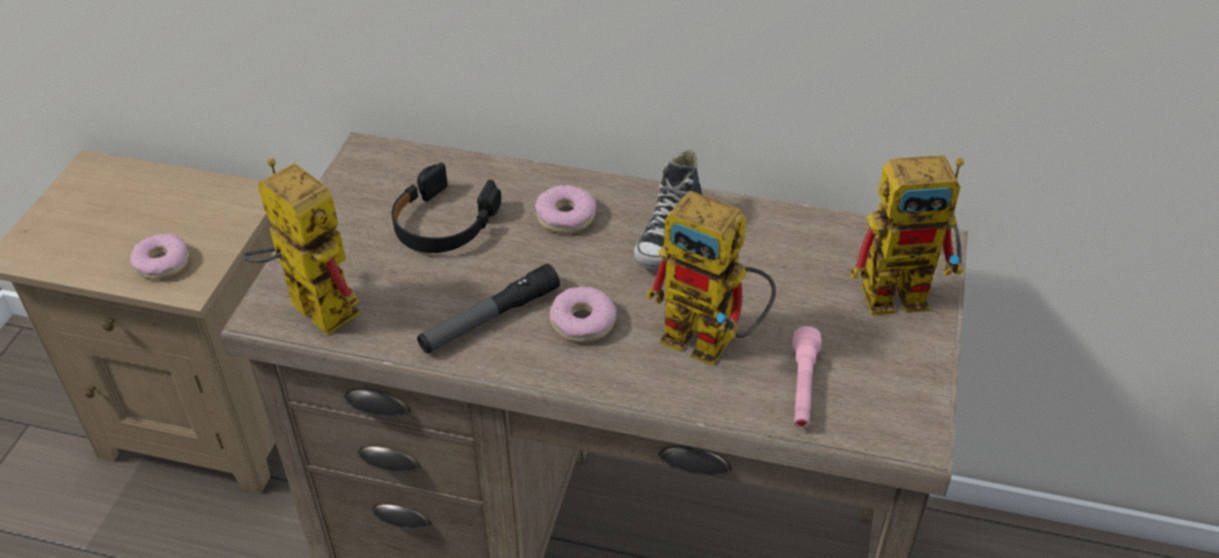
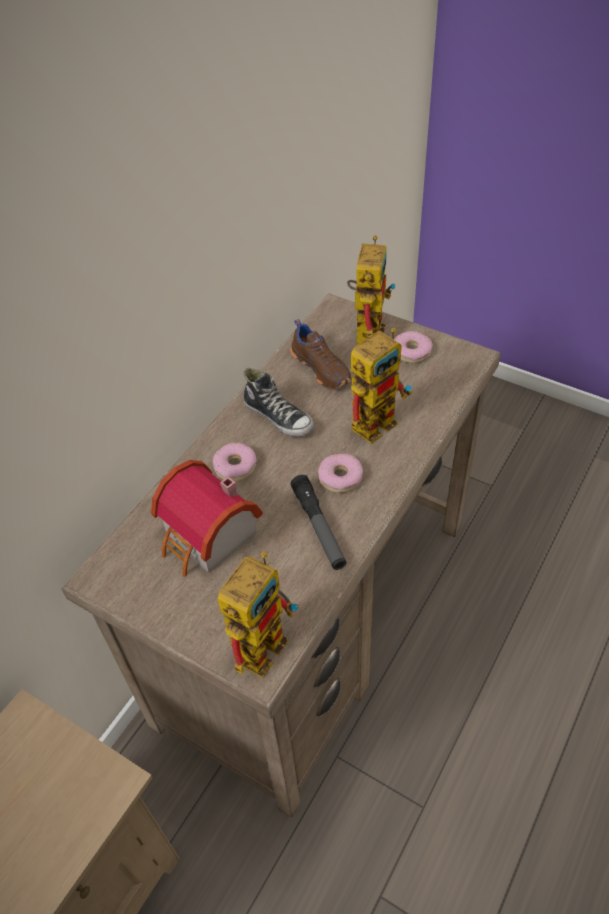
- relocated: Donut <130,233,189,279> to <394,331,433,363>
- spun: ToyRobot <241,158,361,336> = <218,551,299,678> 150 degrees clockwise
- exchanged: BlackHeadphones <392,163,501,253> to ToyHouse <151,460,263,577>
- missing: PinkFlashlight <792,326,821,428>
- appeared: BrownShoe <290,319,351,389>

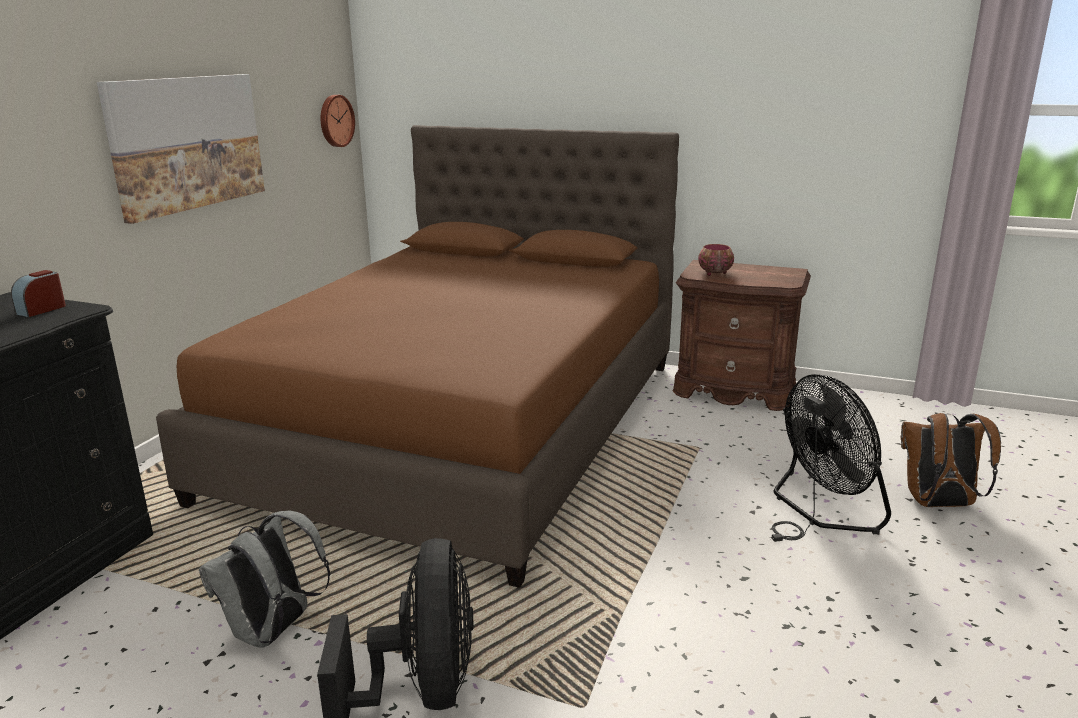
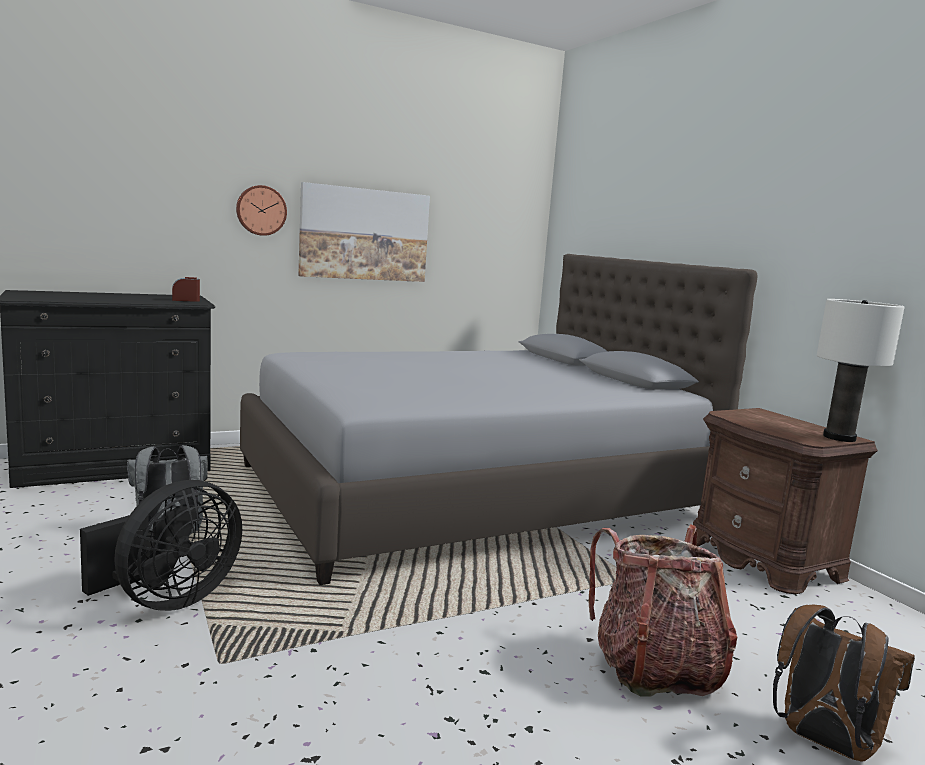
- colour: BrownBed <156,125,679,588> to GreyBed <240,254,757,585>
- relocated: WallClock <321,95,355,147> to <236,185,287,236>
- missing: Bowl <698,244,734,276>
- exchanged: BlackFan <771,374,891,542> to Backpack <589,524,737,697>
- appeared: WhiteTableLamp <817,299,905,442>

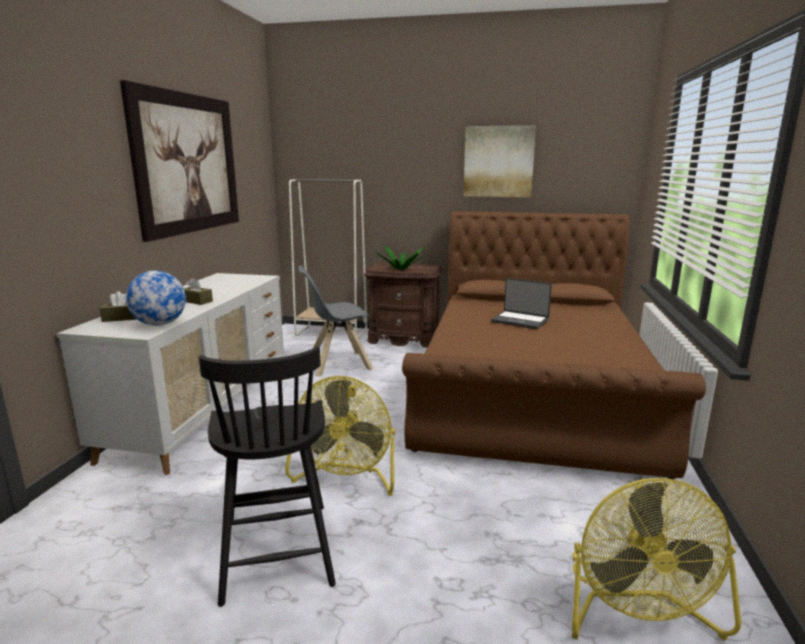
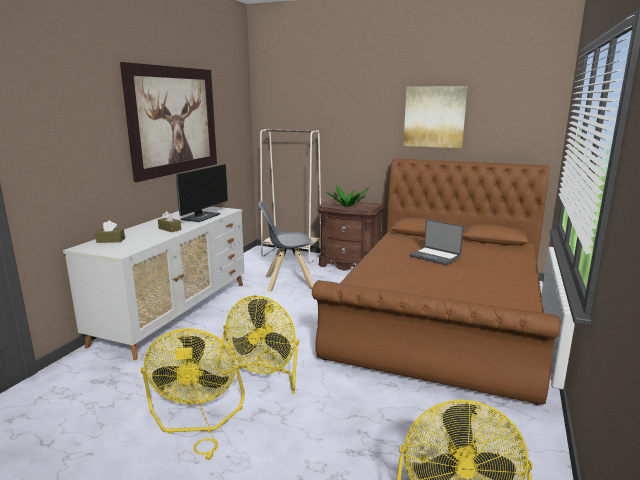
- missing: Globe <126,271,186,326>
- exchanged: BlackChair <199,345,336,607> to YellowFan <140,328,245,460>
- appeared: Monitor <176,164,228,222>

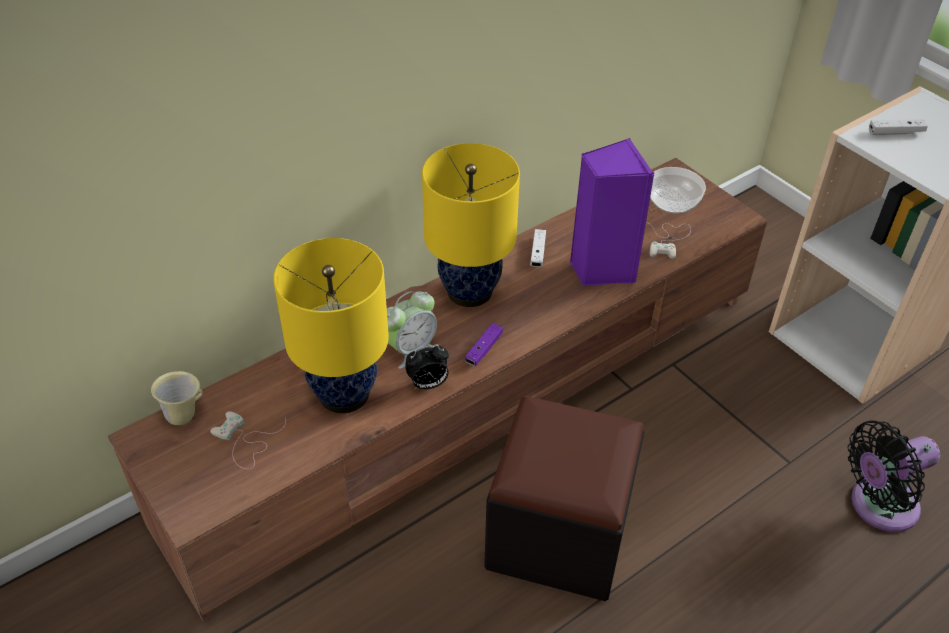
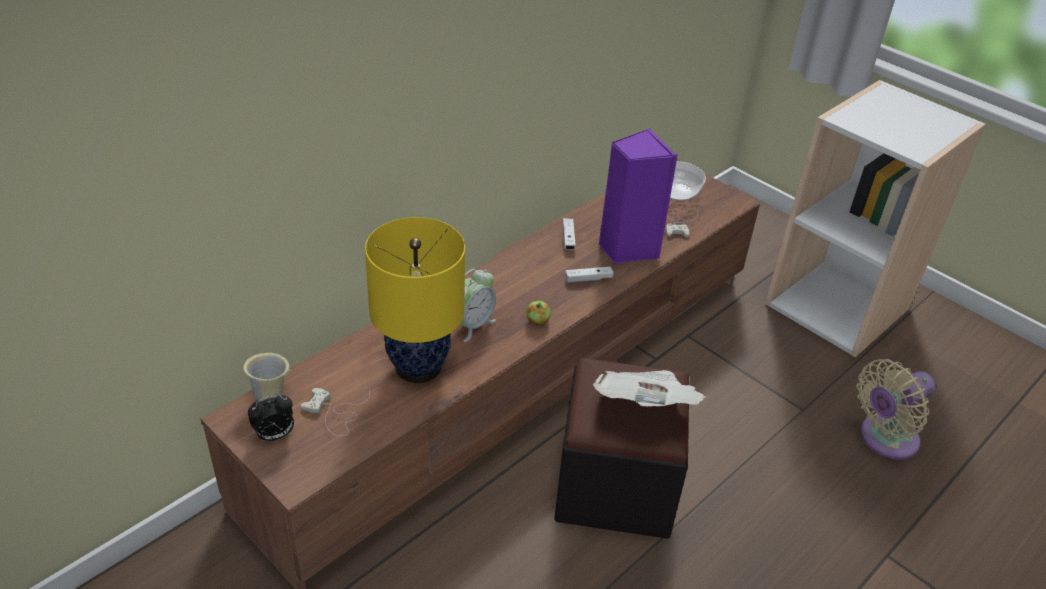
- relocated: AlarmClock <405,345,449,389> to <248,394,294,442>
- missing: YellowTableLamp <422,143,520,307>
- exchanged: PurpleGameController <465,323,503,366> to Apple <526,300,551,325>
- colour: BlackFan <847,420,940,532> to BeigeFan <856,359,935,460>
- relocated: WhiteGameController <869,119,928,135> to <565,267,613,283>
- appeared: Newspaper <593,370,706,406>

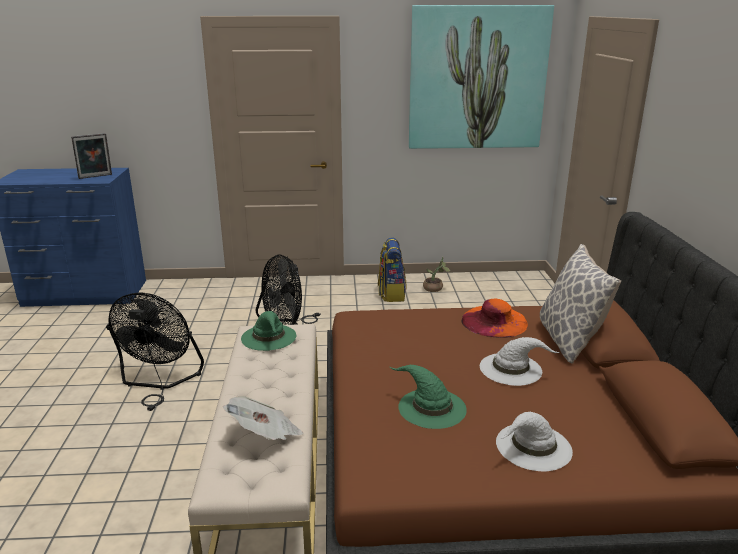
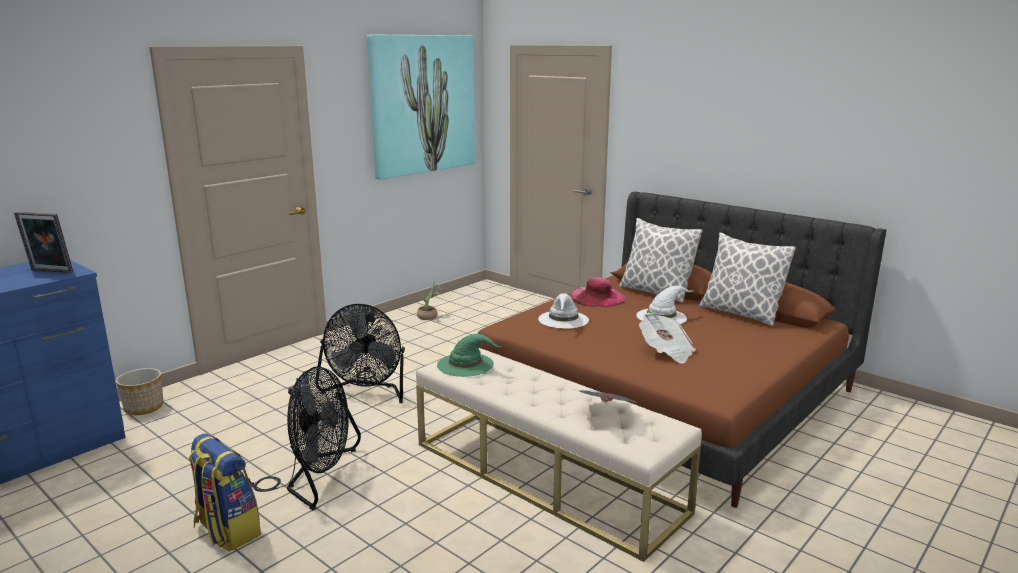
- spun: PictureFrame <71,133,112,179> = <14,212,73,273> 90 degrees clockwise
- spun: BlackFan <106,293,204,411> = <250,366,361,511> 135 degrees clockwise
- relocated: Backpack <378,238,407,302> to <188,434,261,551>
- exchanged: GreenHat <390,365,467,429> to Newspaper <639,313,696,363>
- colour: OrangeHat <461,299,528,338> to PinkHat <570,277,626,307>
- relocated: WhiteHat <496,412,573,471> to <538,293,589,329>
- appeared: Planter <116,368,163,415>
- appeared: Pillow <699,233,796,326>

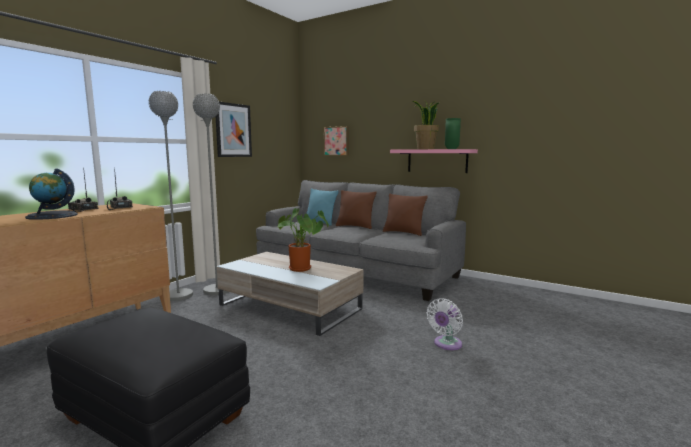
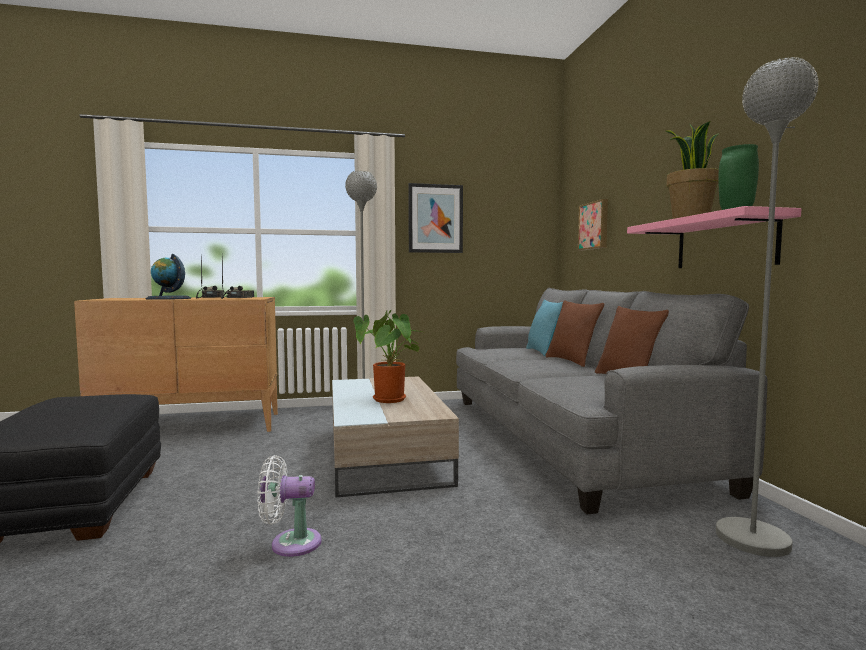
- relocated: GreyFloorLamp <149,91,193,301> to <716,57,818,557>
- relocated: WhiteFan <426,298,463,350> to <257,455,322,557>

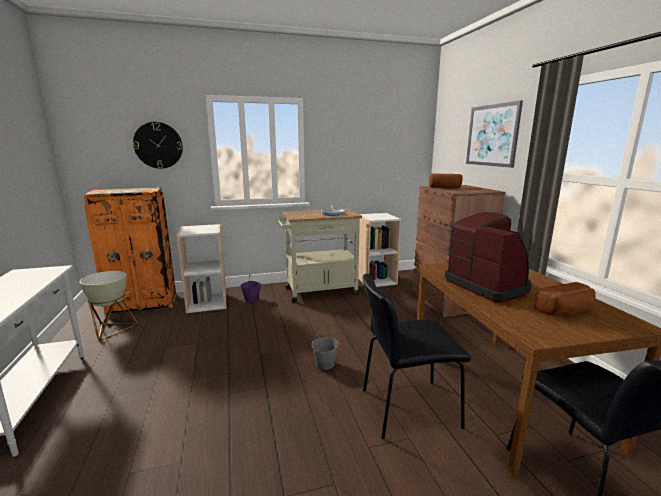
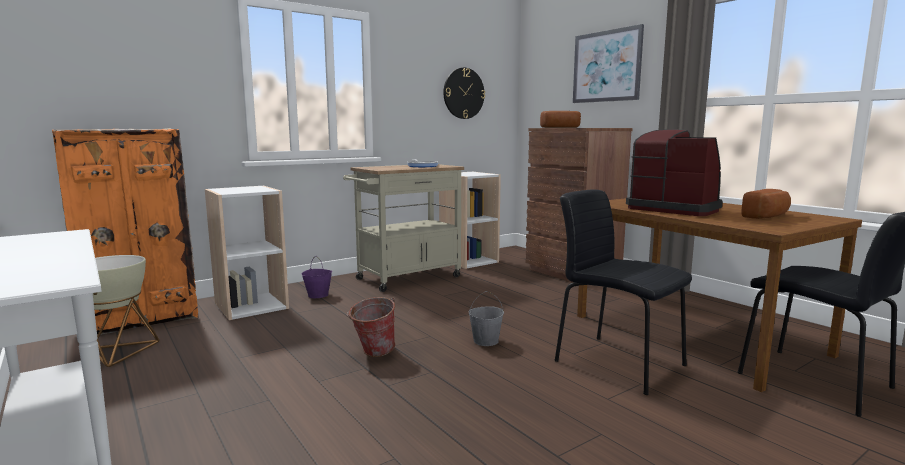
- relocated: WallClock <133,122,183,169> to <443,68,485,119>
- spun: BlackChair <362,274,471,439> = <555,189,692,395> 75 degrees clockwise
- appeared: Bucket <347,297,395,357>

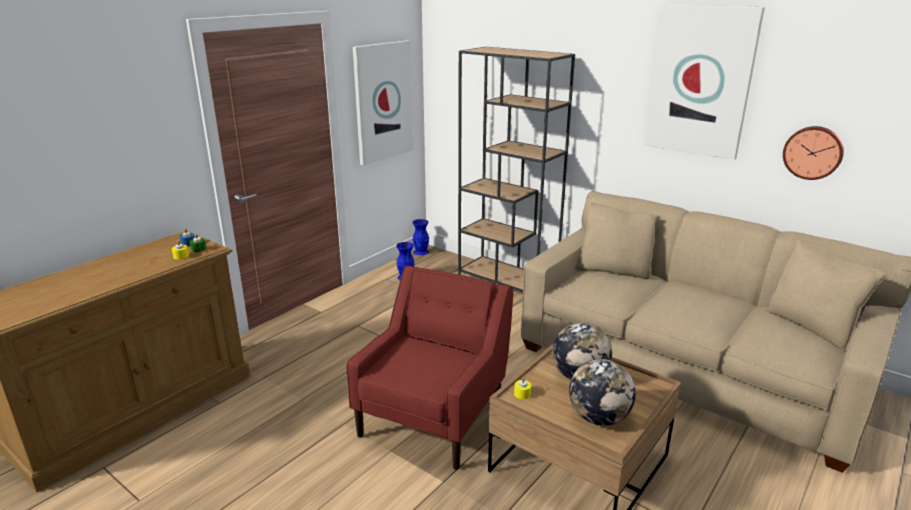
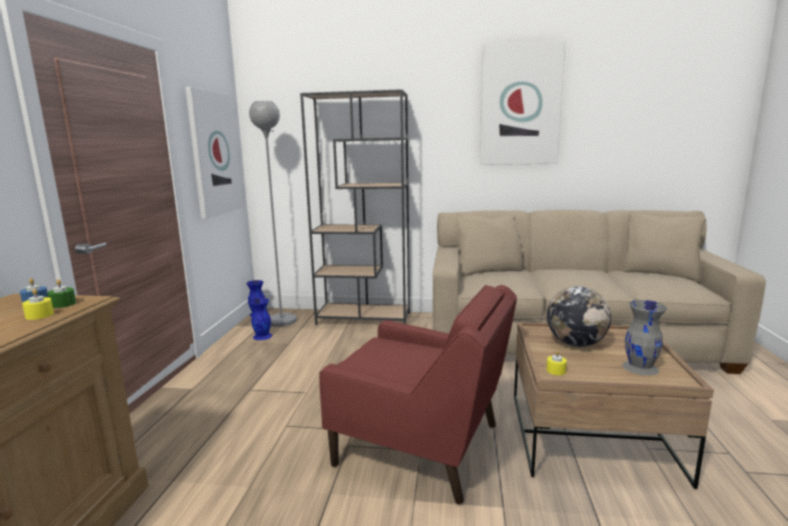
- spun: RedArmchair <347,265,513,470> = <319,285,517,504> 120 degrees clockwise
- exchanged: Globe <569,359,636,426> to GreyVase <622,300,667,376>
- missing: WallClock <783,126,844,180>
- appeared: GreyFloorLamp <249,101,297,327>

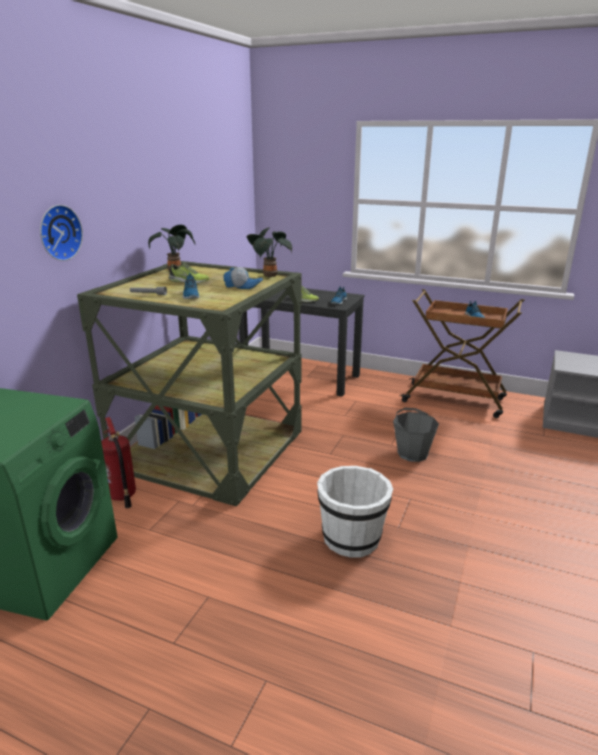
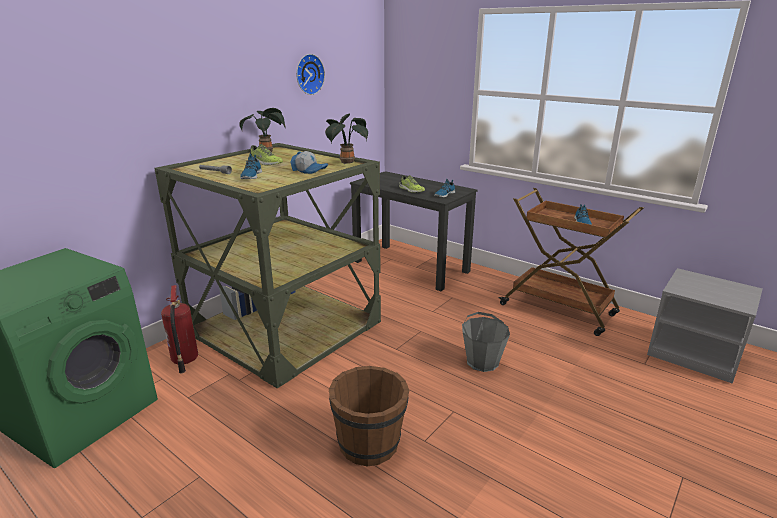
- relocated: WallClock <40,205,83,261> to <296,54,325,95>
- colour: WhiteBucket <317,466,393,557> to BrownBucket <329,366,409,467>

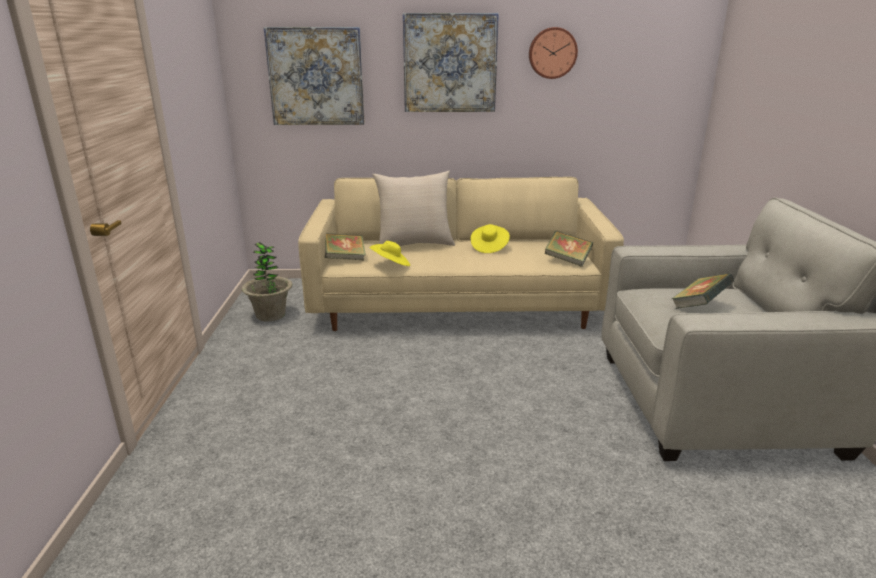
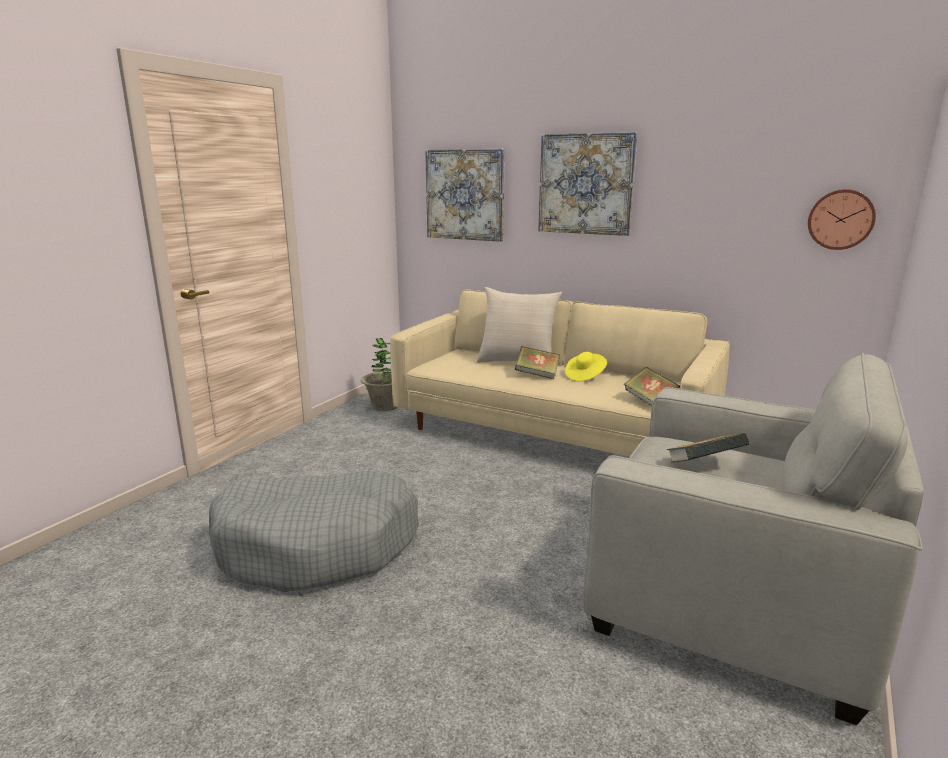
- relocated: Book <325,233,366,260> to <515,346,560,379>
- missing: YellowHat <369,241,410,266>
- relocated: WallClock <529,27,578,79> to <808,189,876,250>
- appeared: GreyDogBed <209,471,419,592>

